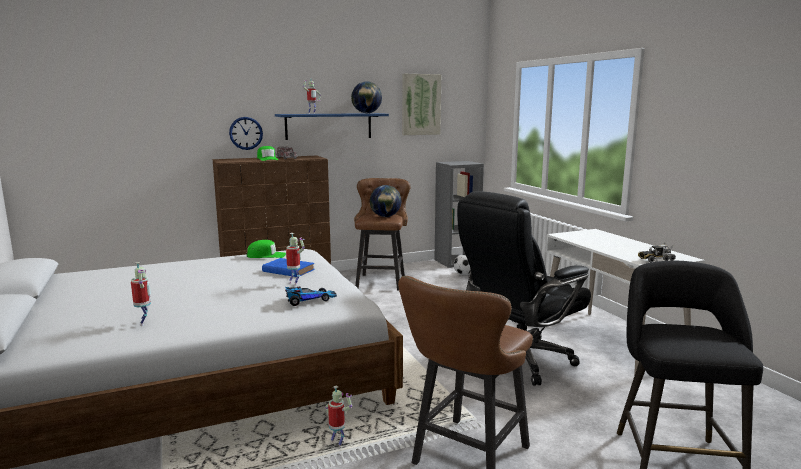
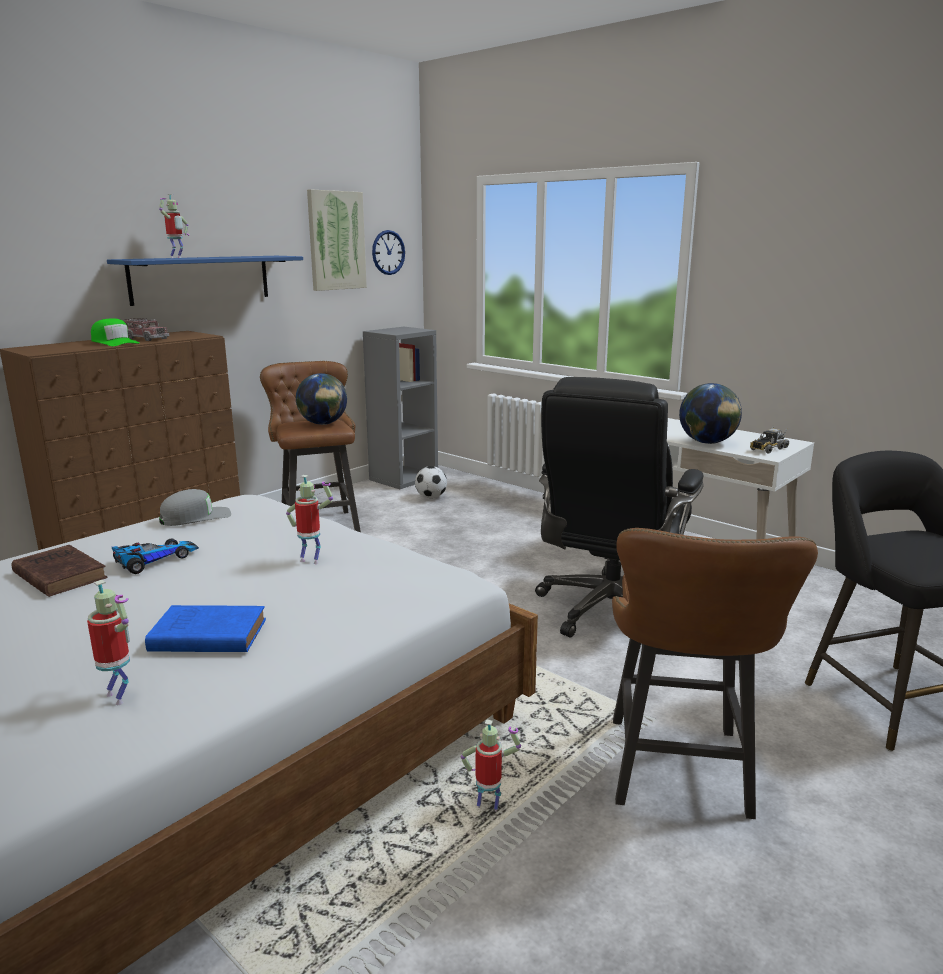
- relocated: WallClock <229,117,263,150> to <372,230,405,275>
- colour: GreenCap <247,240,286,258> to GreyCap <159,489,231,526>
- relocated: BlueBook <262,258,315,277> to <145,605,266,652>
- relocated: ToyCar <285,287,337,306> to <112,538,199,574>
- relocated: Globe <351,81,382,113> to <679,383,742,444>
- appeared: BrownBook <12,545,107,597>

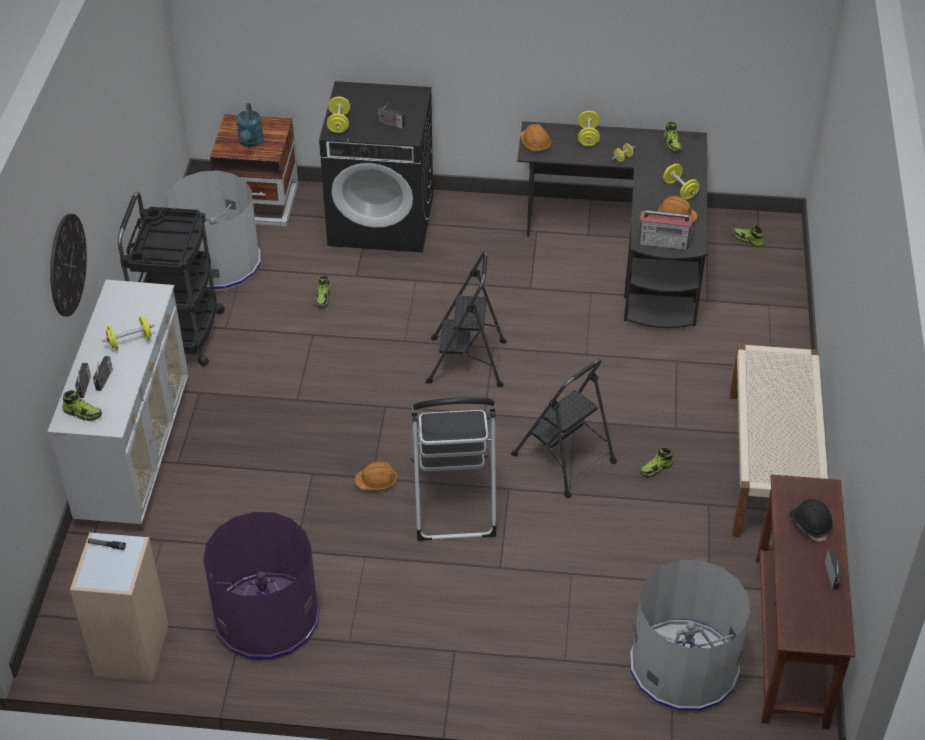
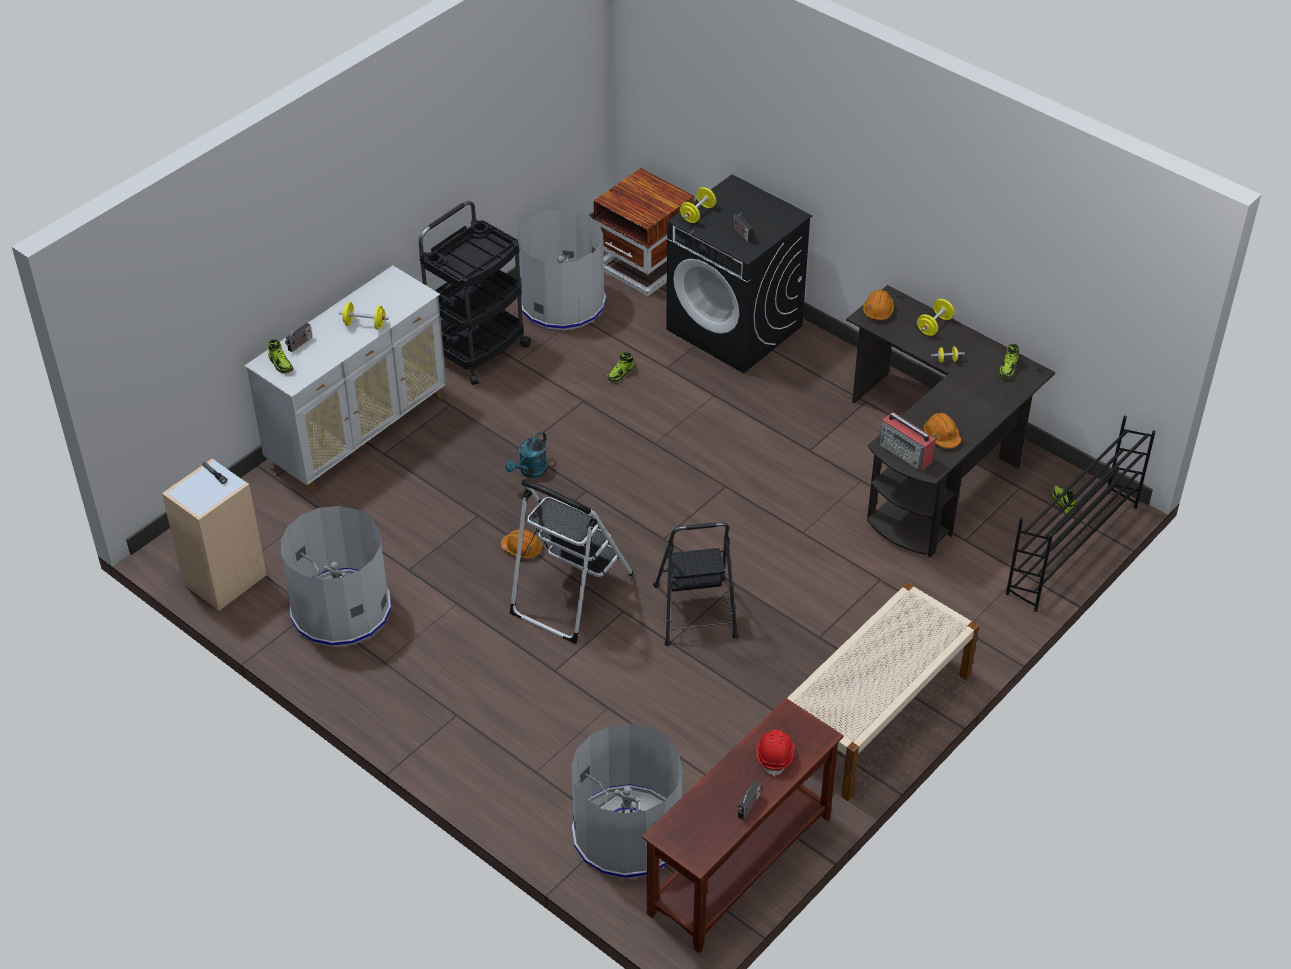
- missing: WallClock <50,214,87,317>
- missing: Radio <93,356,113,391>
- colour: PurpleTrashCan <203,512,320,660> to GreyTrashCan <281,506,391,647>
- relocated: TurquoiseWateringCan <236,103,264,147> to <505,431,548,478>
- missing: BlackStepLadder <426,251,507,387>
- missing: Shoe <639,448,674,478>
- missing: YellowDumbbell <663,164,700,199>
- colour: BlackHardHat <789,499,833,541> to RedHardHat <756,730,794,777>
- appeared: BlackShoeRack <1006,416,1156,612>

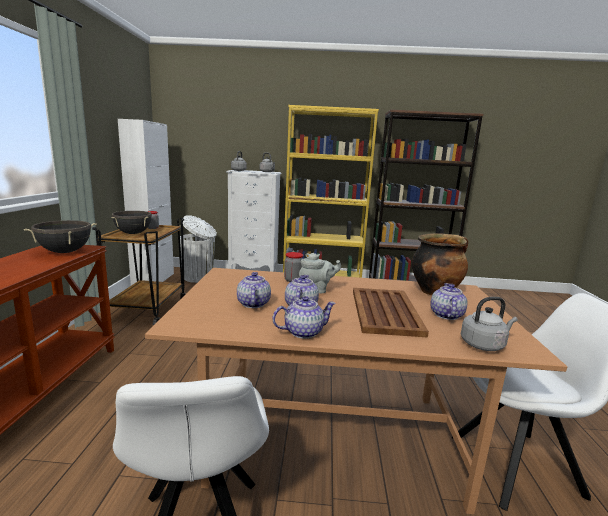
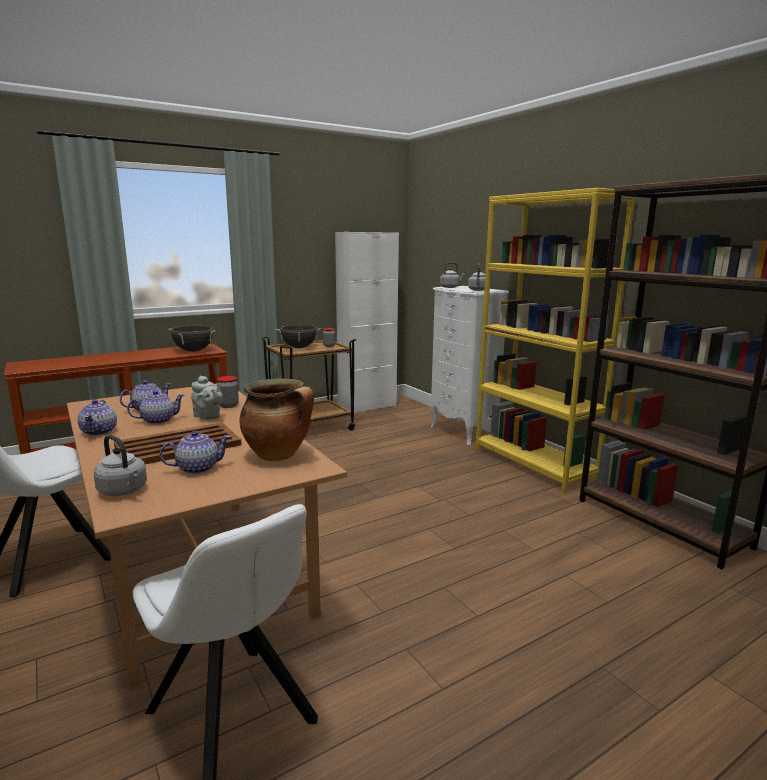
- missing: WhiteTrashCan <180,215,217,283>
- spun: Teapot <272,296,336,339> = <77,399,117,436> 45 degrees clockwise

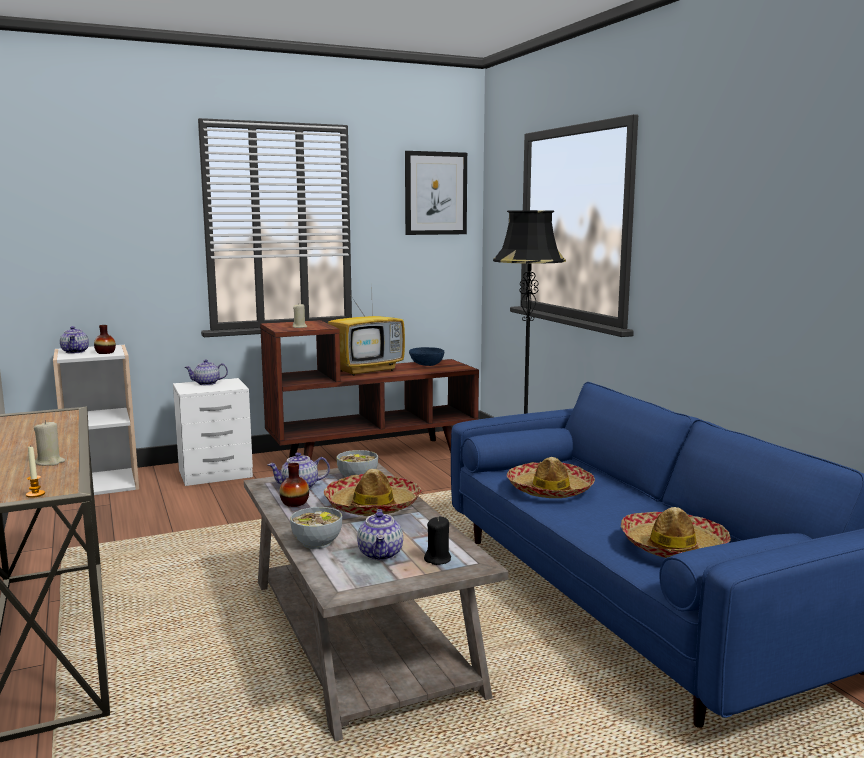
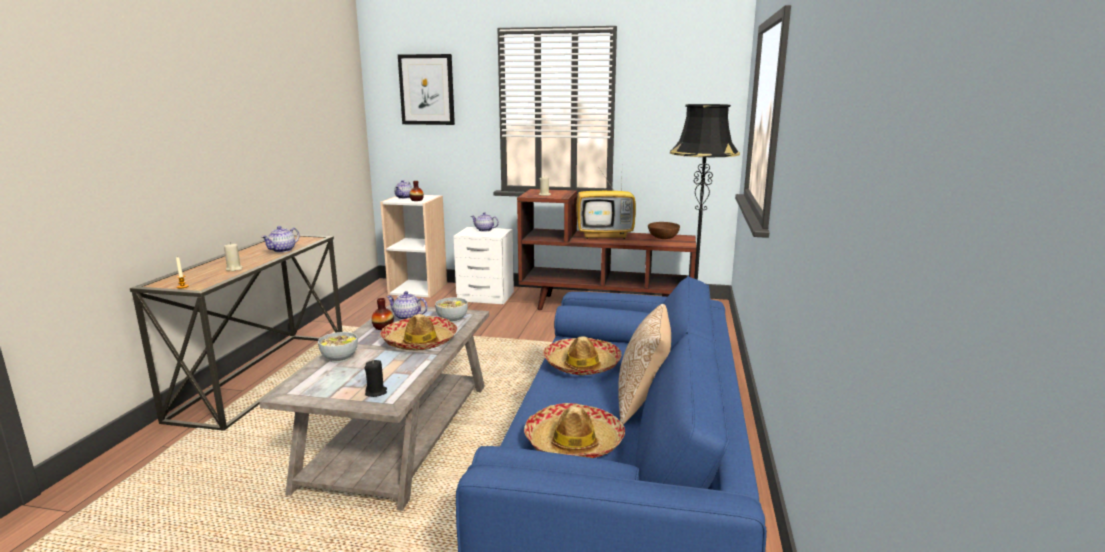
- relocated: Teapot <357,509,403,560> to <261,226,300,253>
- relocated: Picture <405,151,467,235> to <398,54,455,125>
- colour: BlueBowl <409,347,444,366> to BrownBowl <648,222,680,239>
- appeared: Pillow <618,304,671,425>

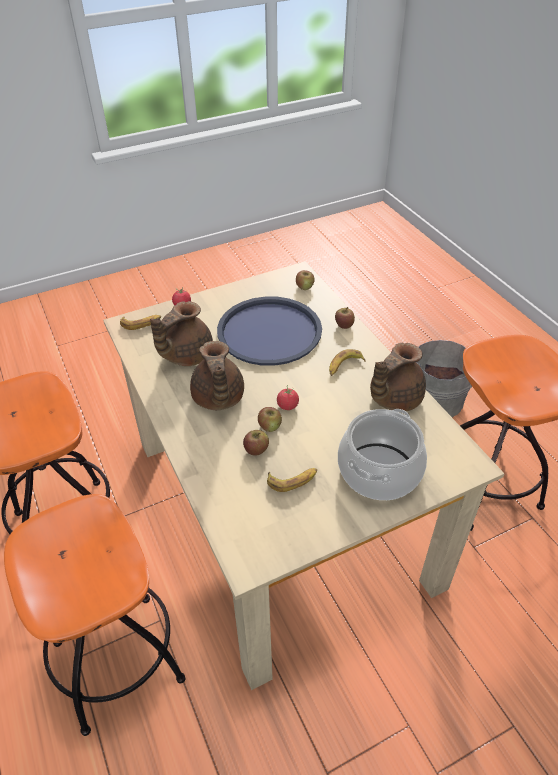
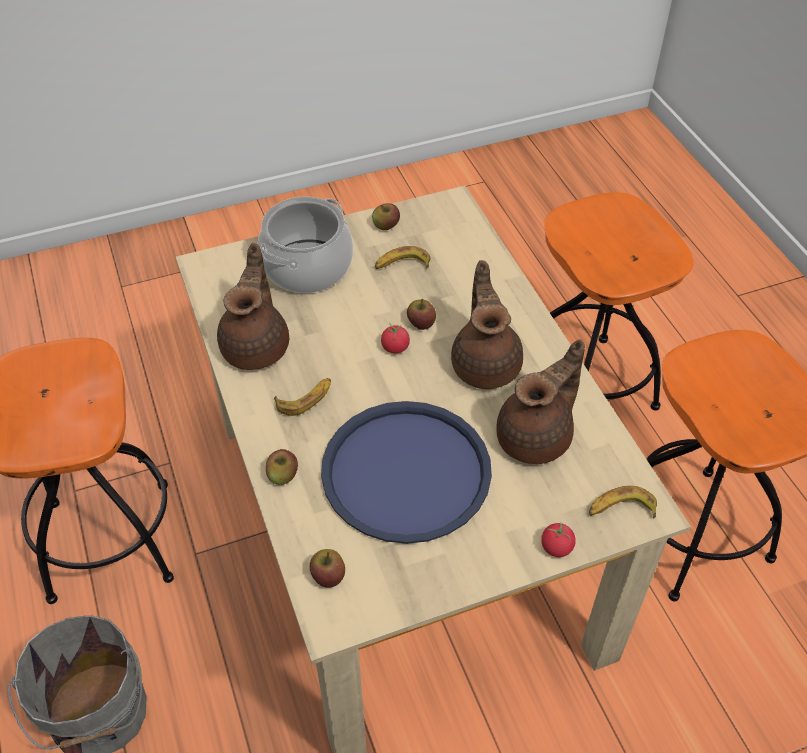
- relocated: Apple <243,430,269,456> to <372,203,400,230>
- spun: BrownTeapot <370,343,426,411> = <217,243,289,370> 45 degrees counterclockwise

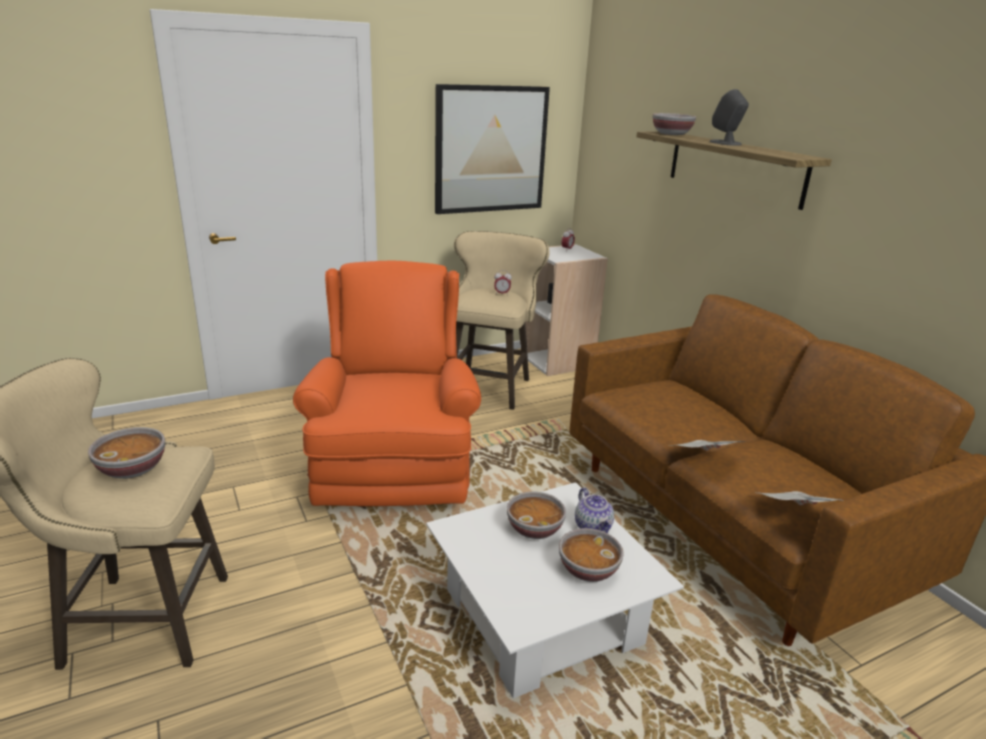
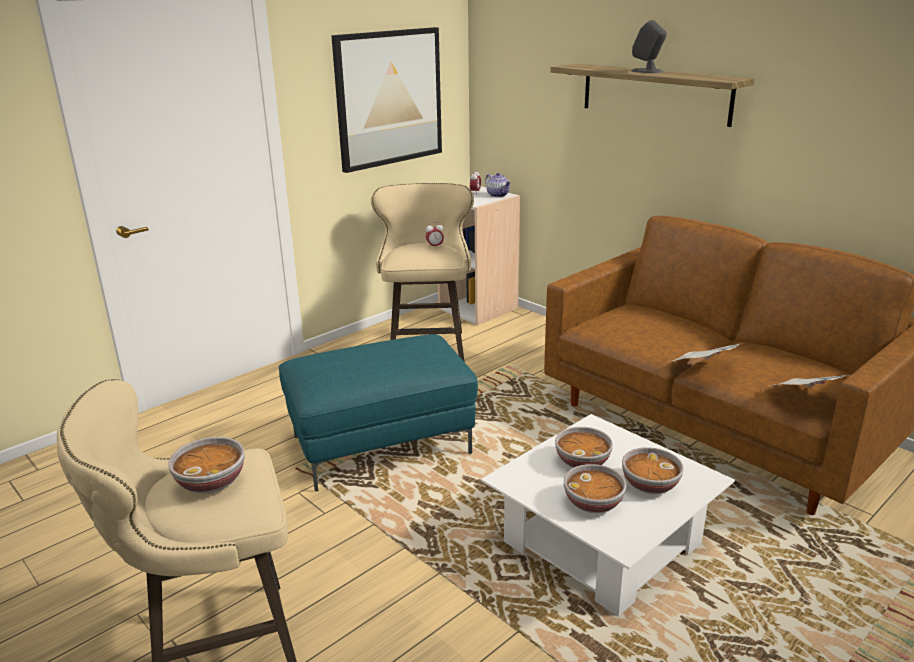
- exchanged: OrangeArmchair <293,261,481,506> to TurquoiseOttoman <279,334,478,492>
- relocated: Teapot <575,488,614,533> to <485,173,511,197>
- relocated: Bowl <653,113,696,135> to <564,464,626,513>

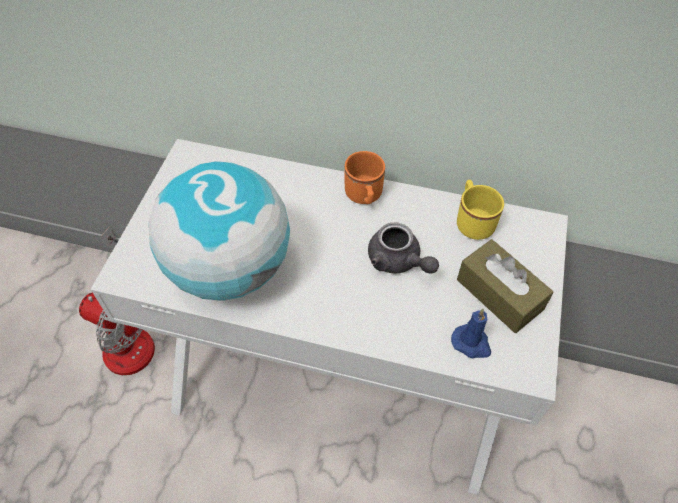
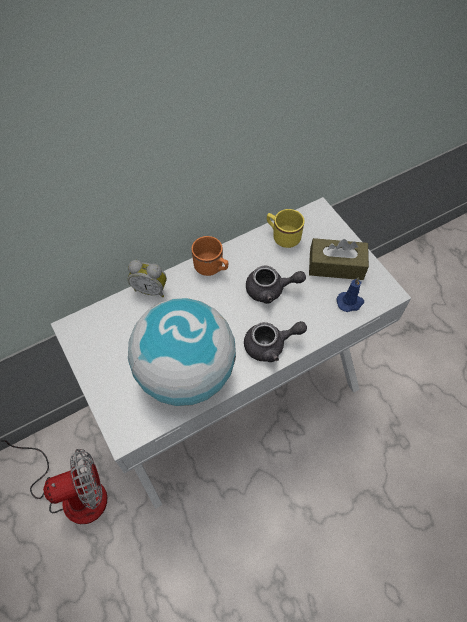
- appeared: AlarmClock <128,260,167,297>
- appeared: GreyTeapot <244,321,307,362>

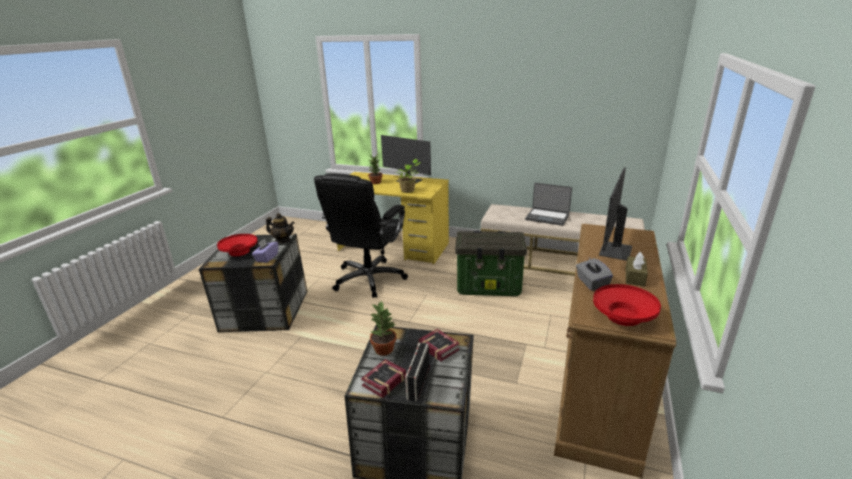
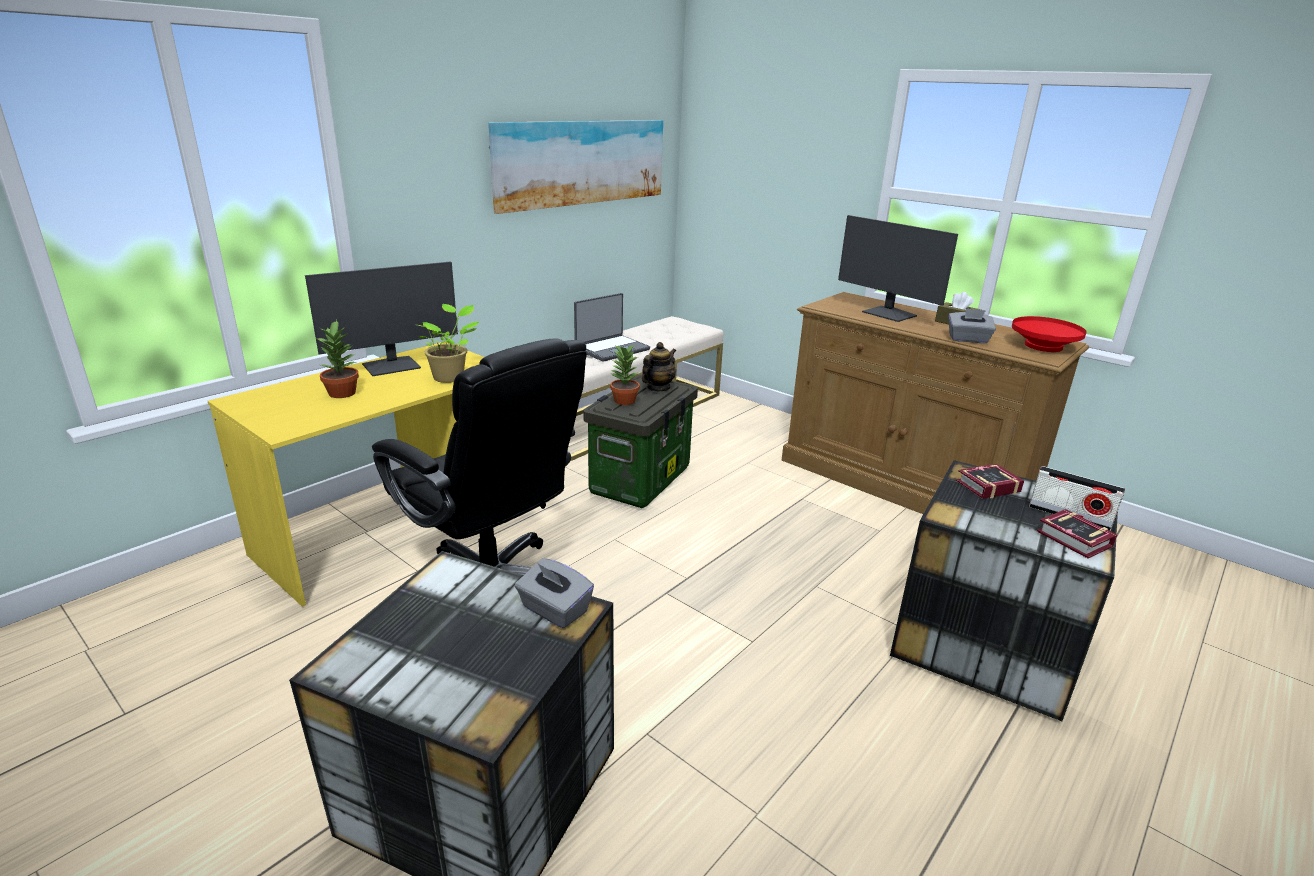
- missing: RedBowl <217,234,257,256>
- colour: PurpleTissueBox <252,238,278,263> to GreyTissueBox <515,558,594,628>
- relocated: Teapot <266,213,295,243> to <642,342,676,391>
- relocated: PottedPlant <370,302,396,356> to <610,345,640,405>
- appeared: Picture <488,120,663,214>

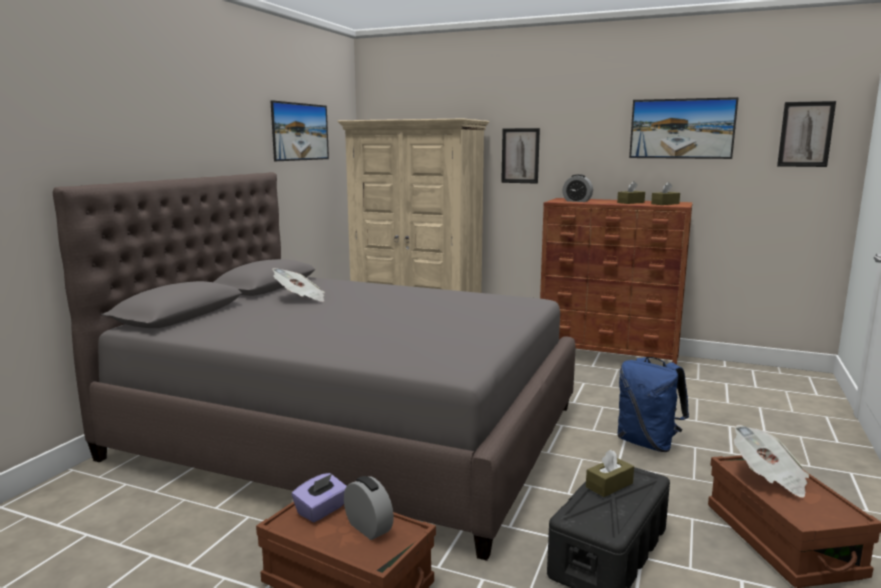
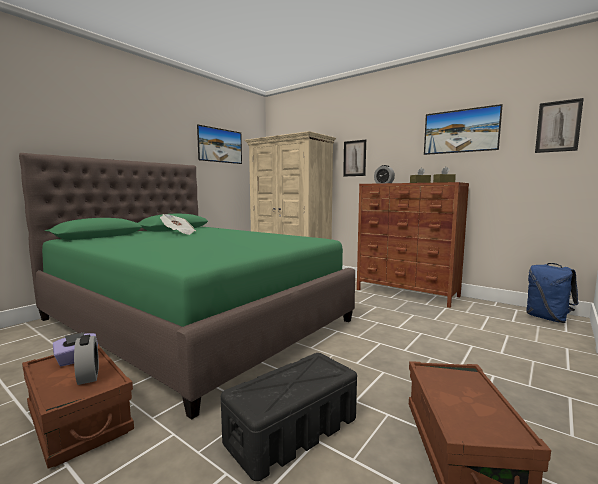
- colour: GreyBed <53,172,575,561> to GreenBed <19,153,355,419>
- missing: BrownTissueBox <586,450,634,497>
- relocated: BlueBackpack <617,357,689,452> to <526,263,578,323>
- missing: Newspaper <734,425,809,498>

